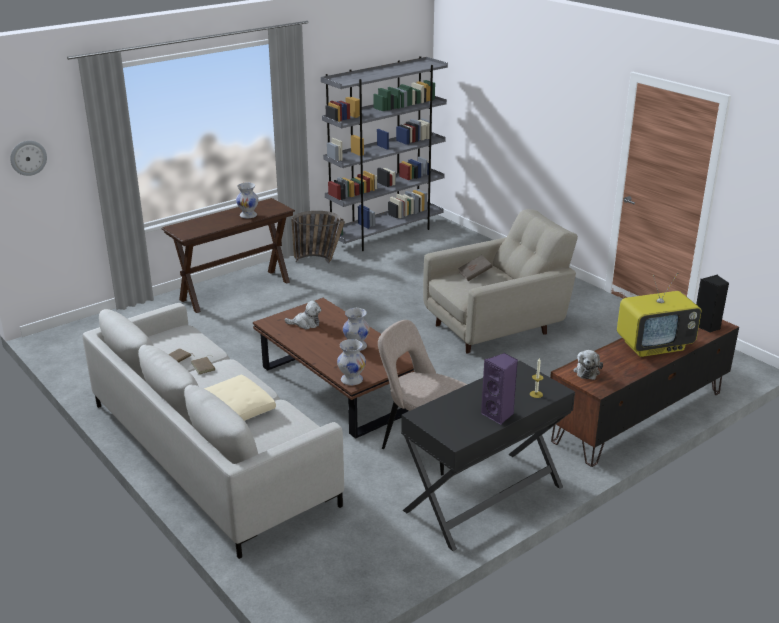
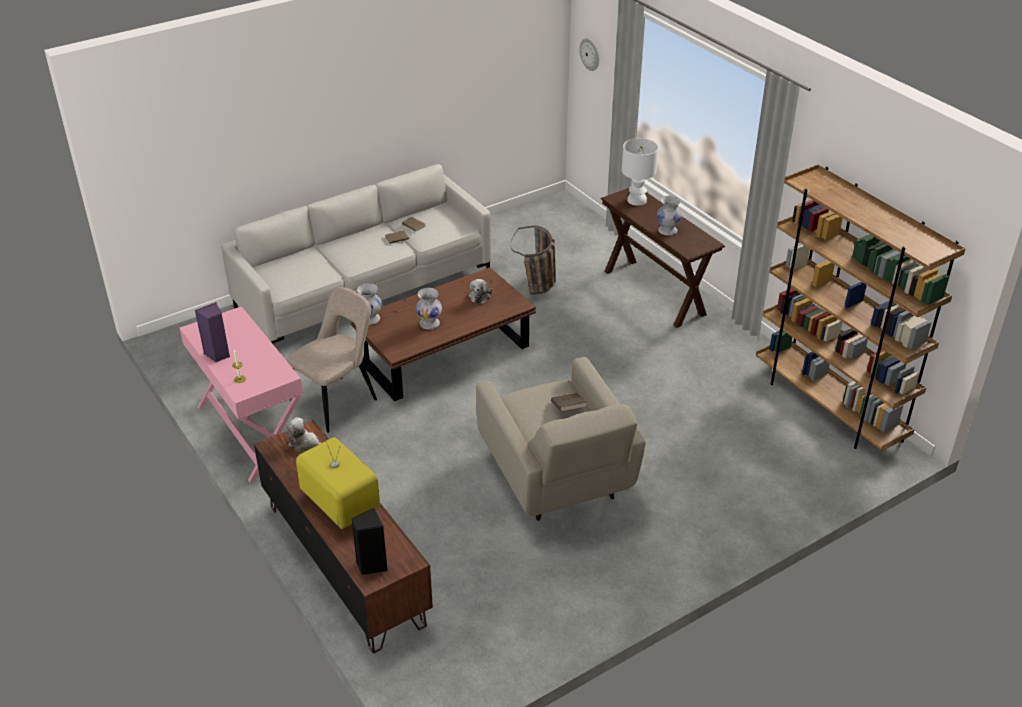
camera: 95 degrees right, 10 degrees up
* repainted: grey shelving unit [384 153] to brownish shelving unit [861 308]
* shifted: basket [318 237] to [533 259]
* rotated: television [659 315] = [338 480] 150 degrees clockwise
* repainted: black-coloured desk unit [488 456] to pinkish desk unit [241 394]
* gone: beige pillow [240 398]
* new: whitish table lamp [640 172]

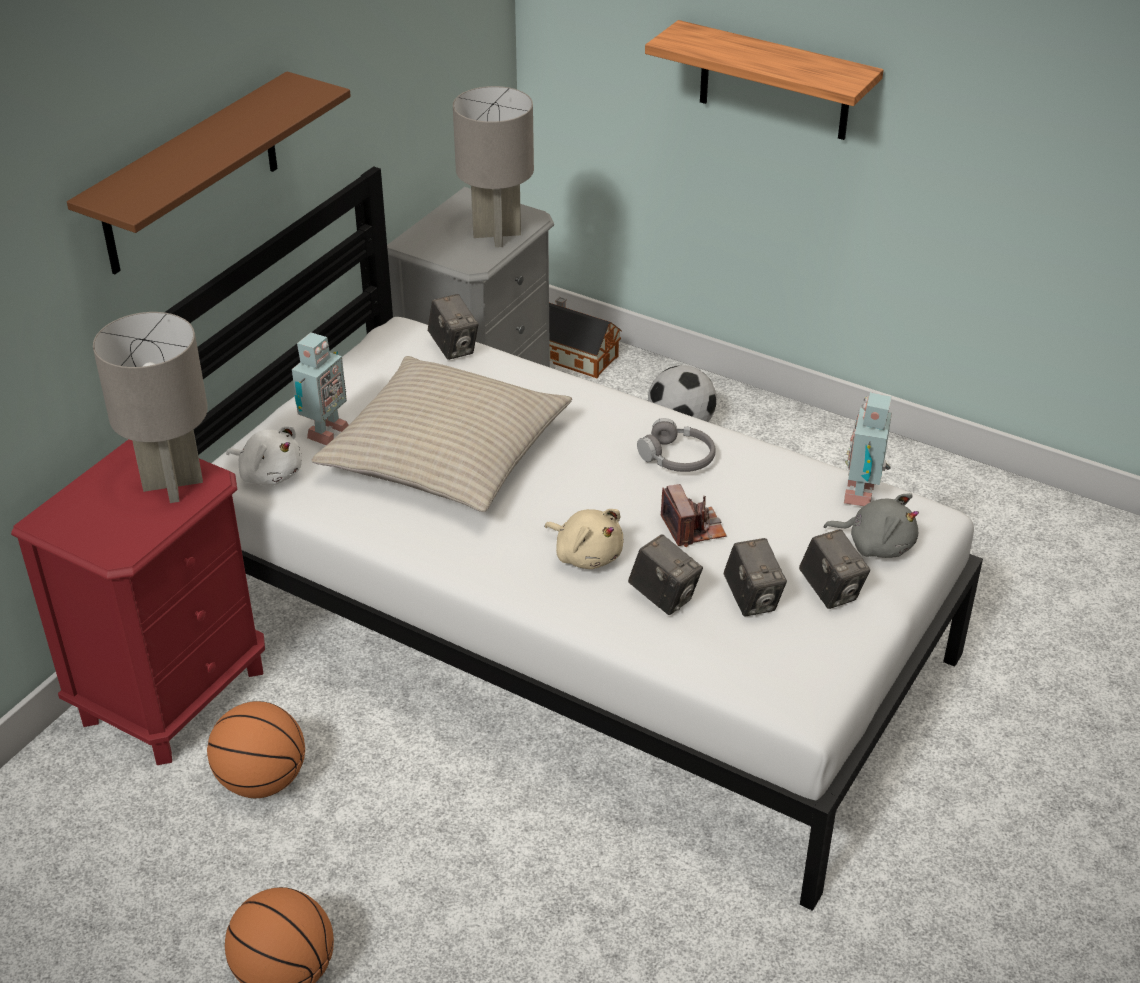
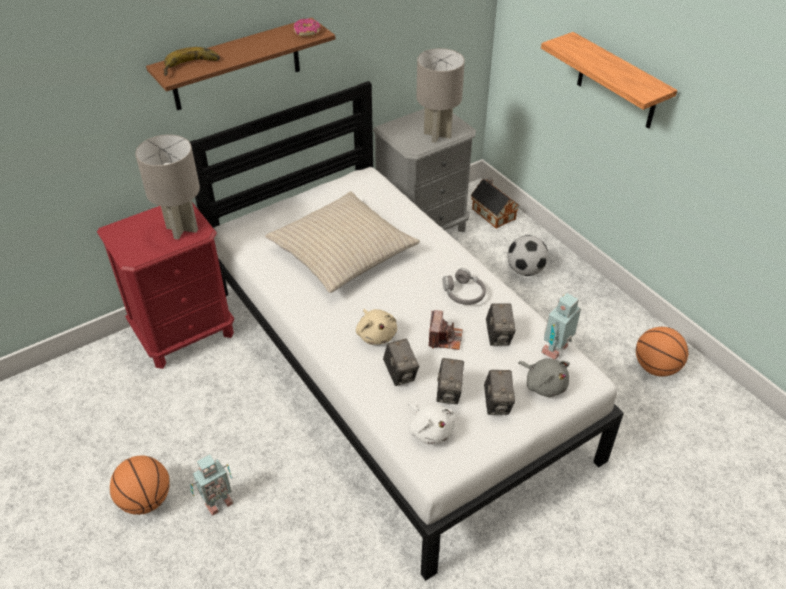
camera: 25 degrees right, 5 degrees up
* shifted: still camera [453 327] to [501 324]
* shifted: toy robot [320 388] to [212 485]
* shifted: whitish soft toy [264 455] to [431 424]
* shifted: ball for basketball [256 749] to [662 352]
* new: donut [307 27]
* new: whole banana [191 61]

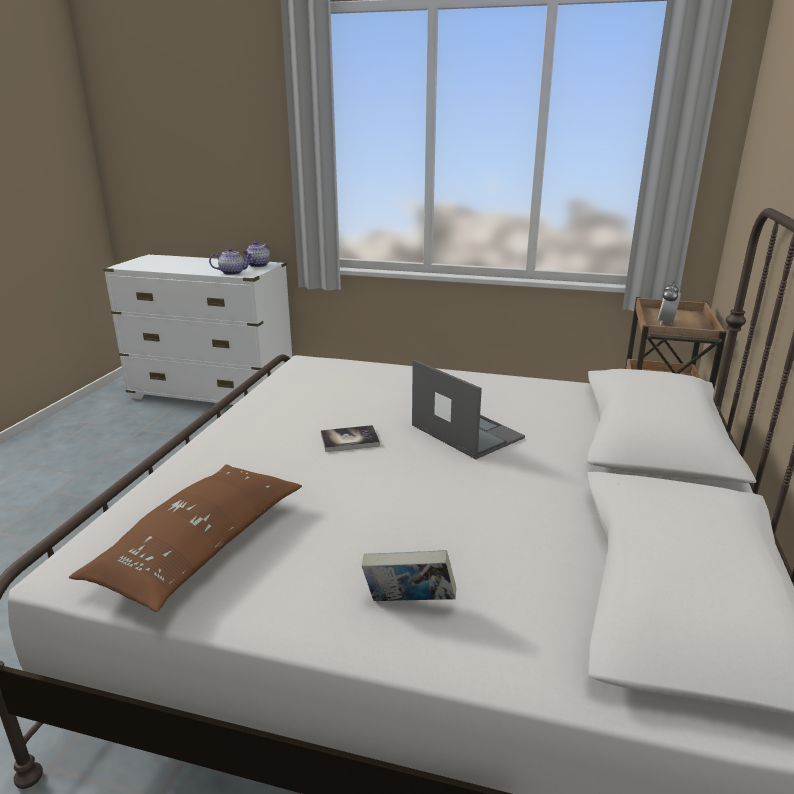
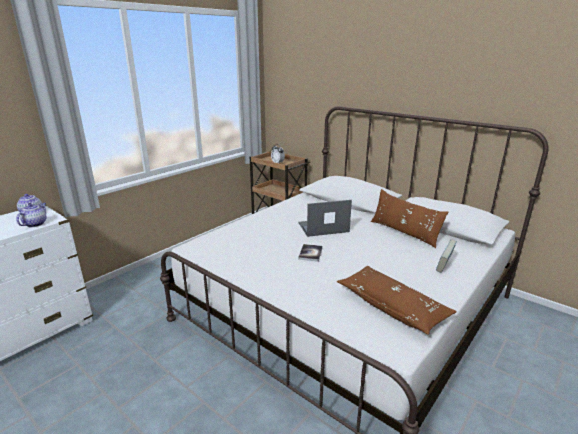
camera: 65 degrees left, 0 degrees up
* new: brownish pillow [409 218]

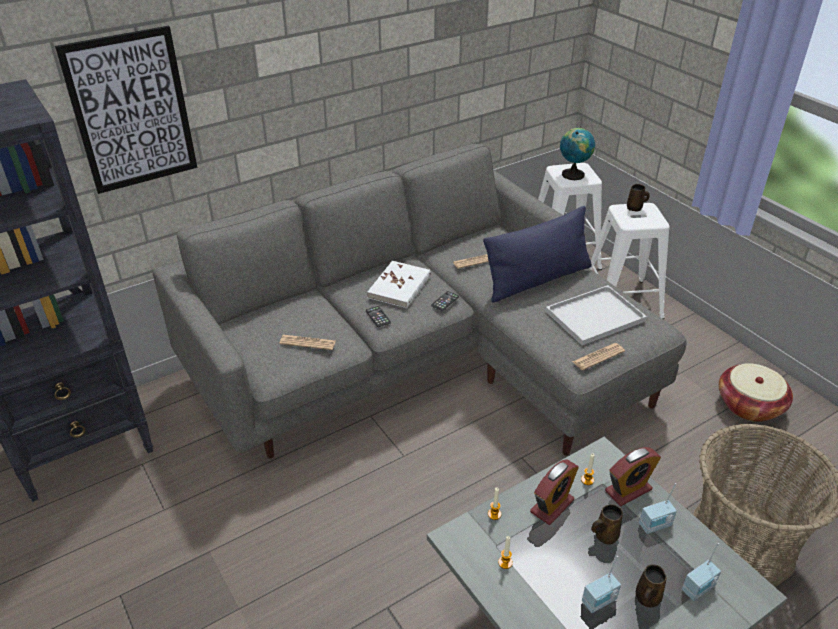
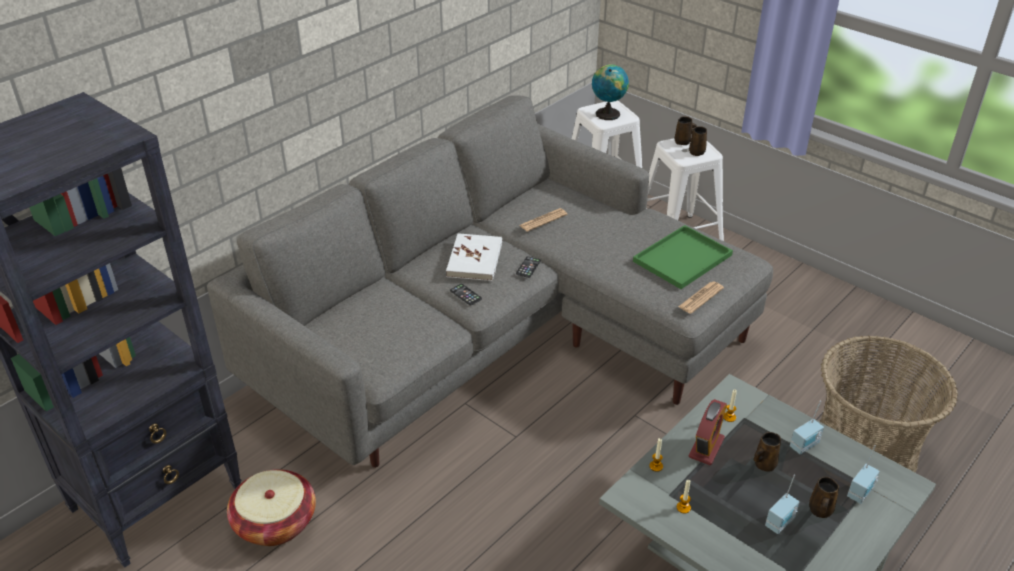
camera: 15 degrees left, 0 degrees up
* gone: wall picture [126 110]
* gone: bluish pillow [537 254]
* repainted: whitish carrying tray [596 315] to greenish carrying tray [683 257]
* gone: newspaper [307 342]
* shifted: basket [756 392] to [271 507]
* gone: bedside clock [633 476]
* new: brownish mug [698 141]

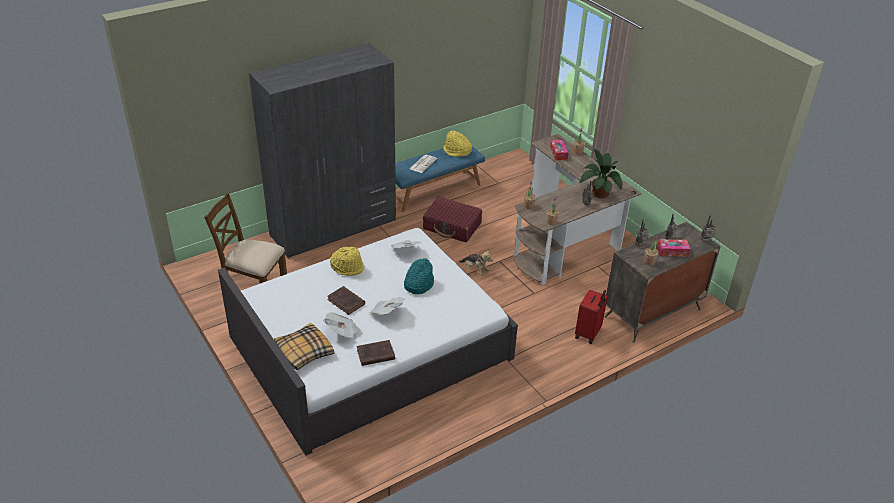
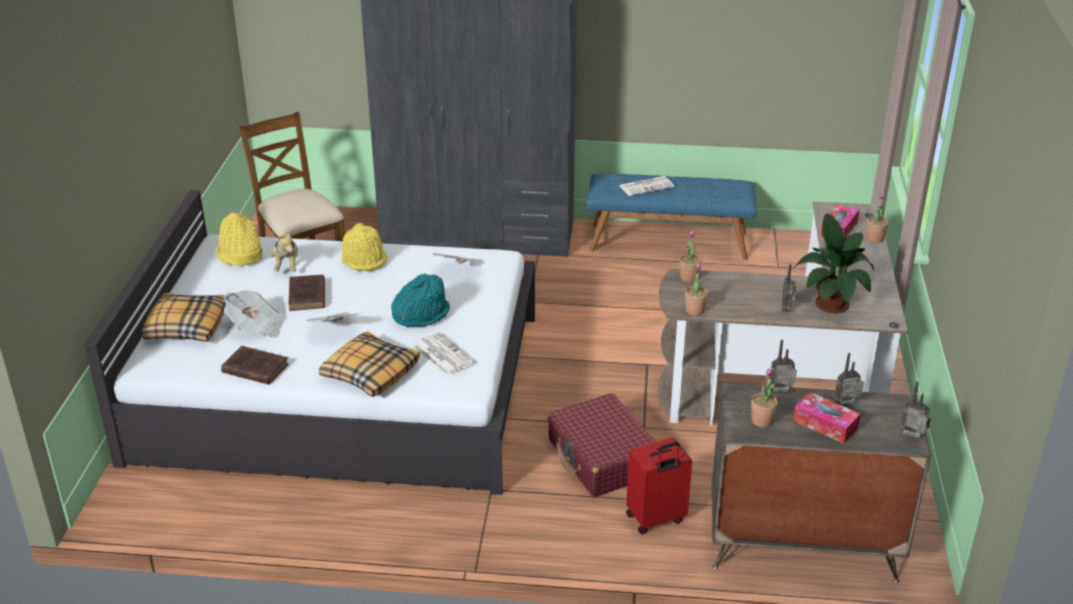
camera: 40 degrees right, 5 degrees down
* shifted: yellow-coloured hat [457 143] to [239 239]
* shifted: red-coloured piece of luggage [452 219] to [602 445]
* shifted: soft toy [476 262] to [283 251]
* new: pillow [369 364]
* new: newspaper [443 353]

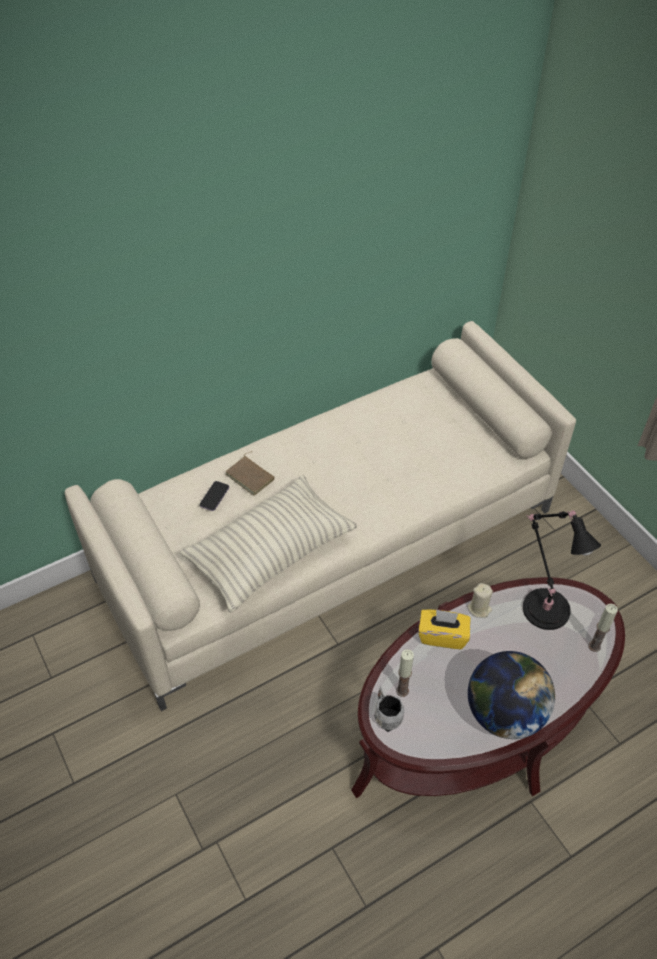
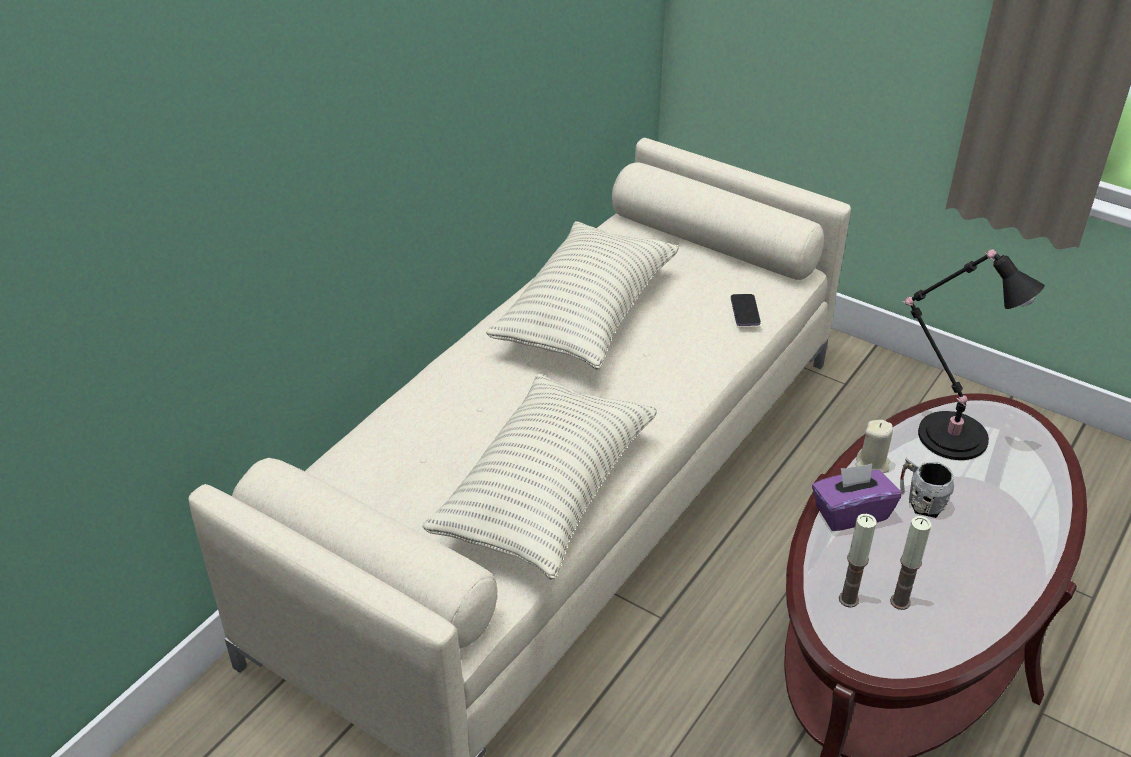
camera: 25 degrees left, 10 degrees down
* gone: brownish volume [249 473]
* shifted: telephone [214 496] to [746 310]
* shifted: wax candle [603 628] to [910 563]
* repainted: yellow-coloured tissue holder [444 629] to purple-coloured tissue holder [856 497]
* gone: world globe [511 695]
* shifted: grey mug [389 709] to [927 488]
* new: pillow [582 295]

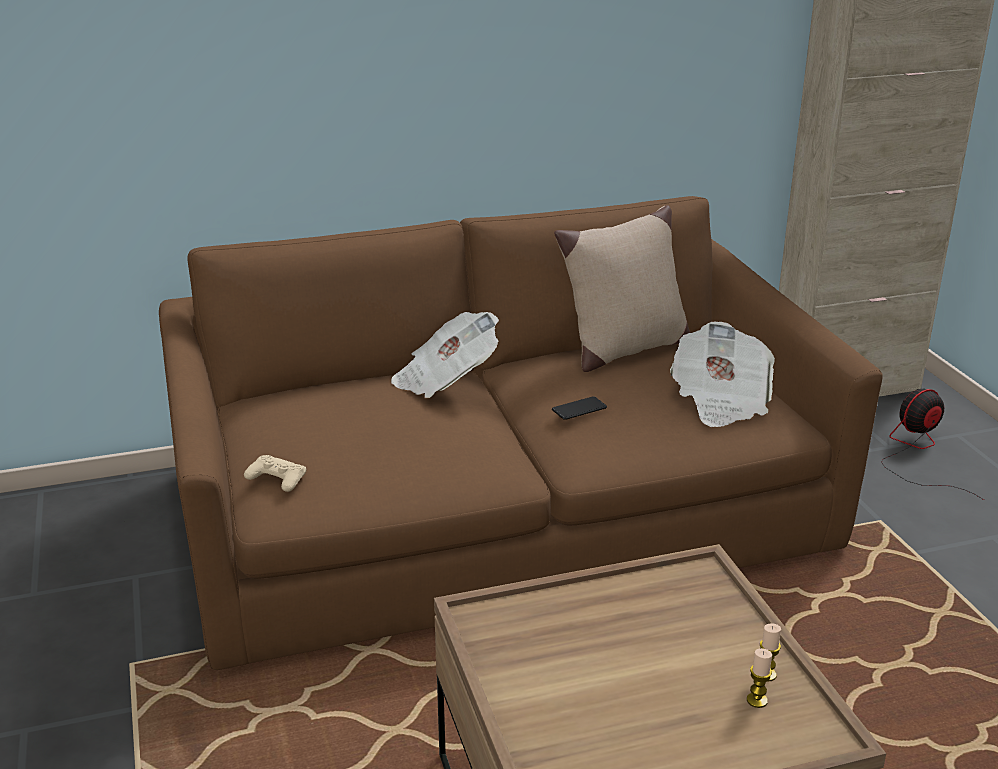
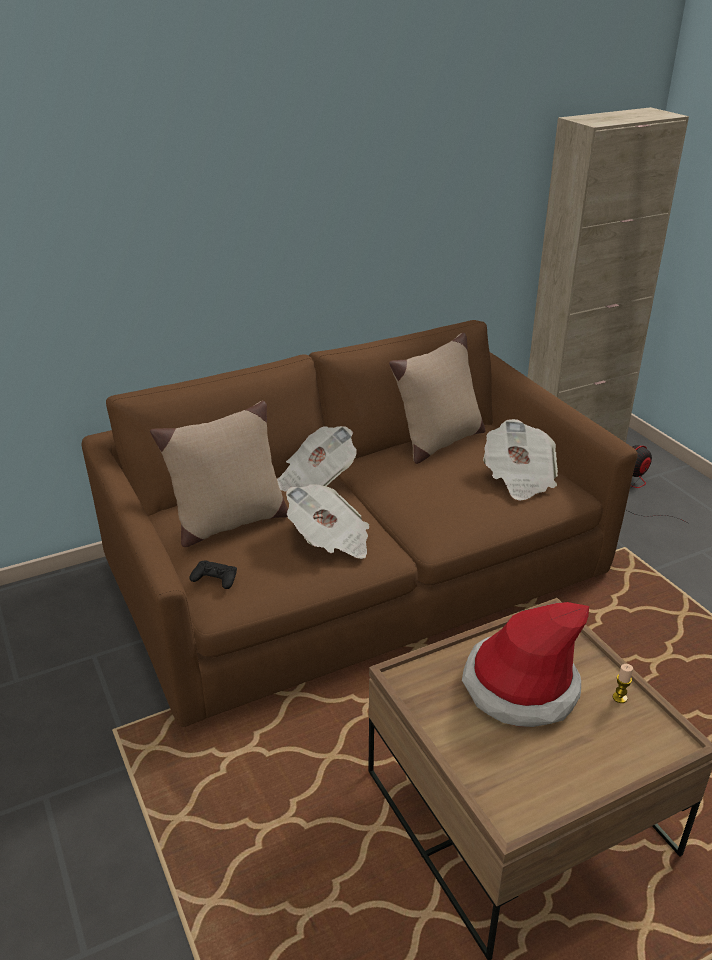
camera: 10 degrees left, 5 degrees up
* gone: telephone [579 408]
* repainted: beige game controller [275 473] to black-coloured game controller [213 575]
* gone: wax candle [759 678]
* new: beige pillow [219 474]
* new: newspaper [327 521]
* new: hat [525 664]

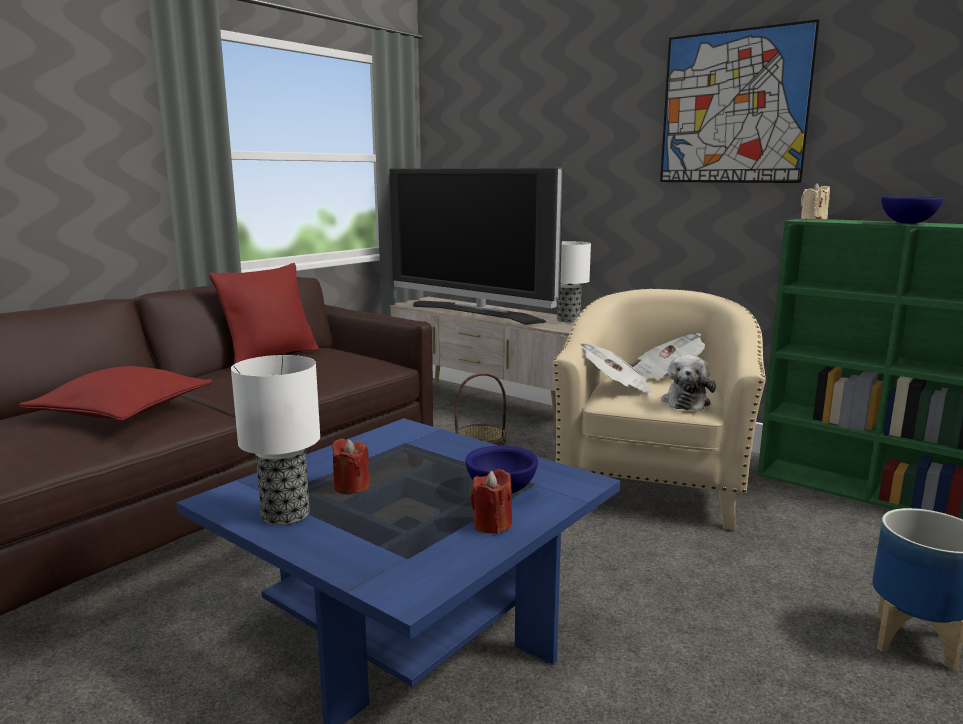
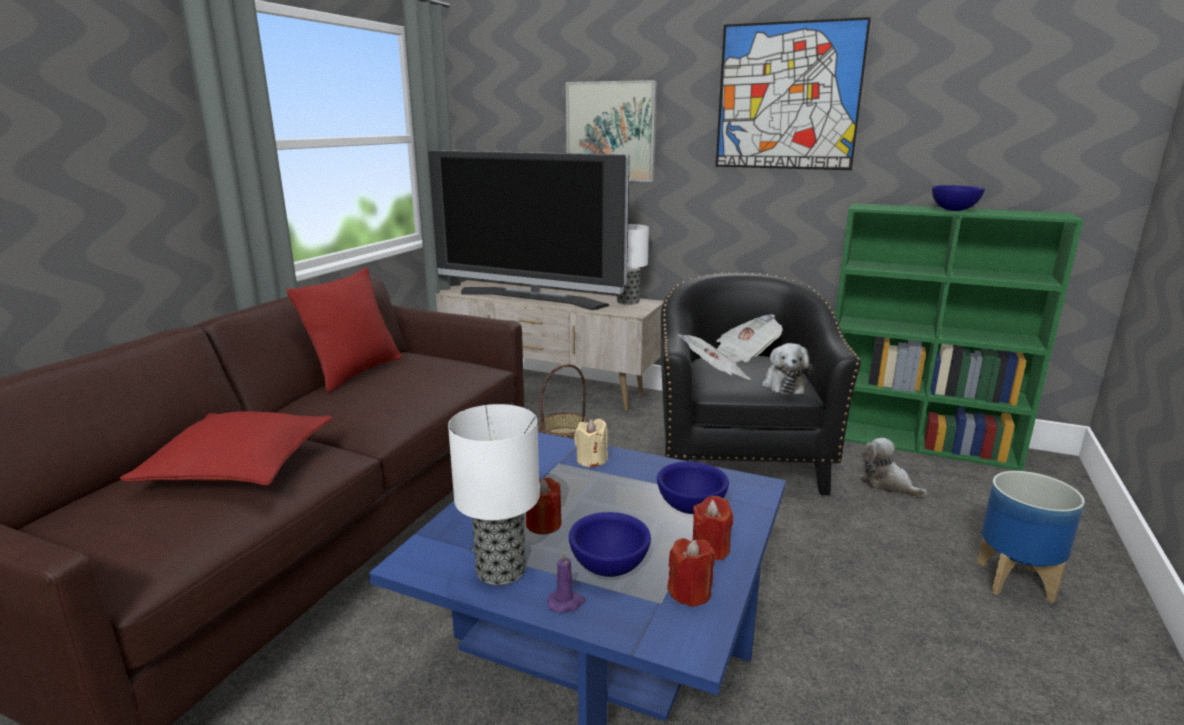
camera: 15 degrees left, 5 degrees up
* shifted: beige wax candle [815 201] to [591 443]
* repainted: beige lounge chair [659 409] to black-coloured lounge chair [761 384]
* new: wall picture [611 131]
* new: soft toy [893 468]
* new: bluish bowl [610 544]
* new: red-coloured wax candle [691 572]
* new: purple-coloured wax candle [566 581]

